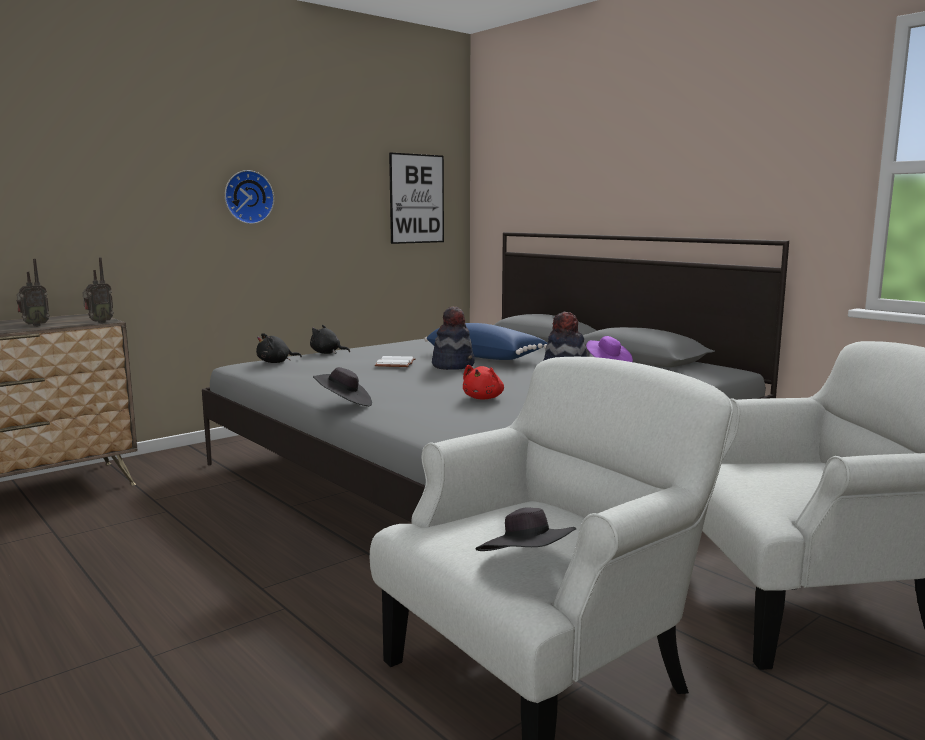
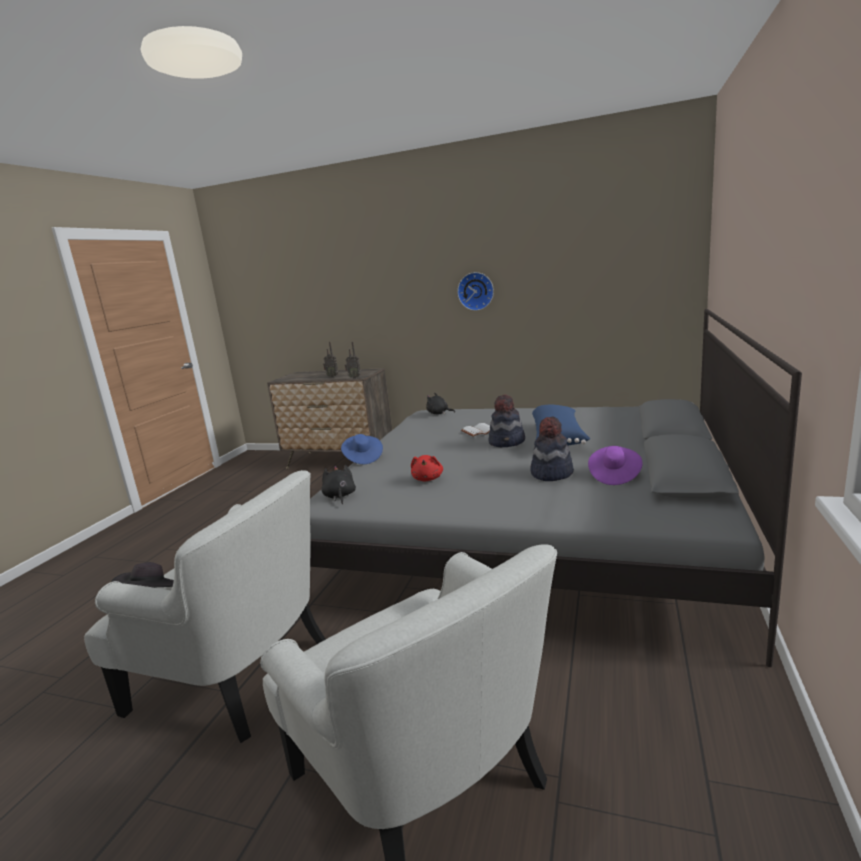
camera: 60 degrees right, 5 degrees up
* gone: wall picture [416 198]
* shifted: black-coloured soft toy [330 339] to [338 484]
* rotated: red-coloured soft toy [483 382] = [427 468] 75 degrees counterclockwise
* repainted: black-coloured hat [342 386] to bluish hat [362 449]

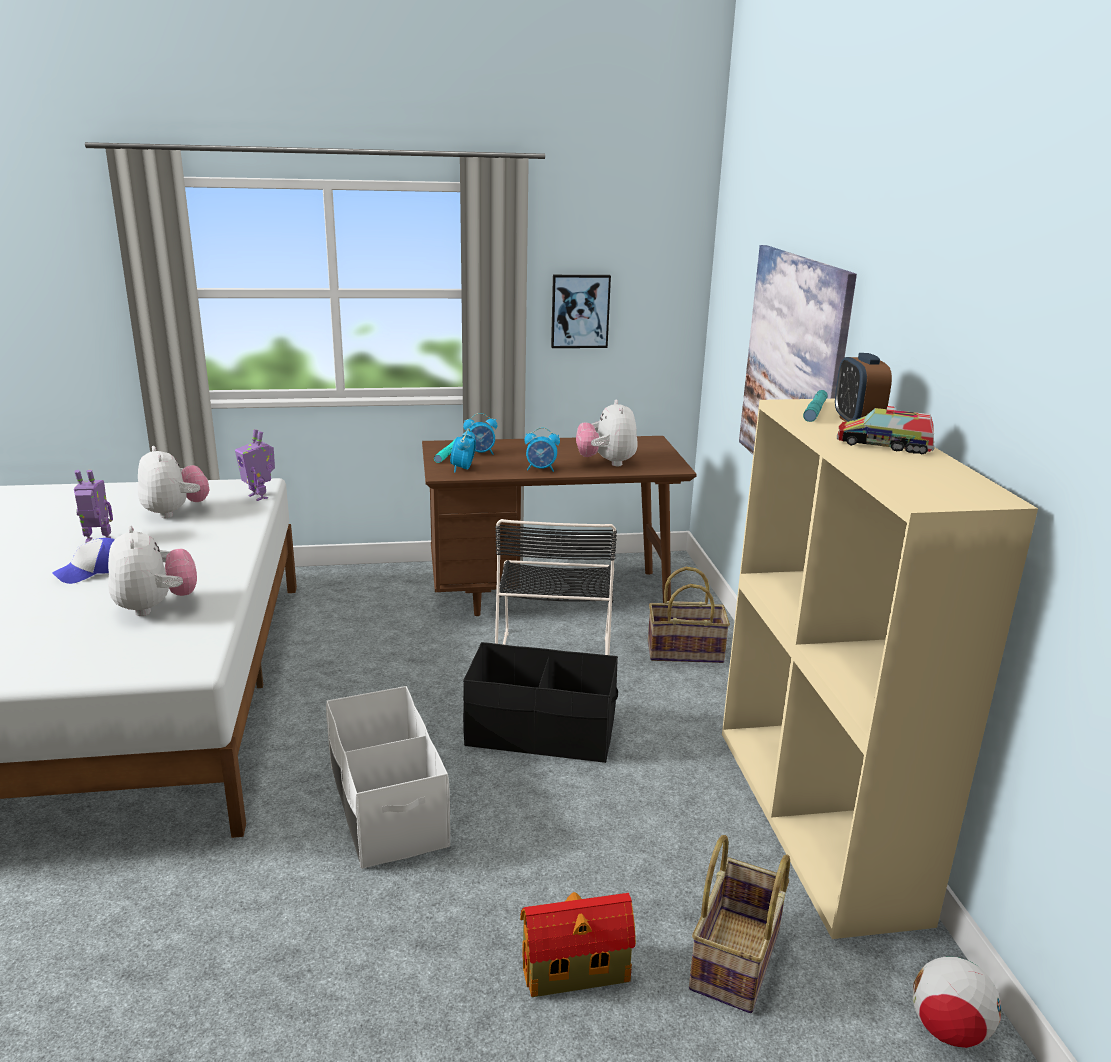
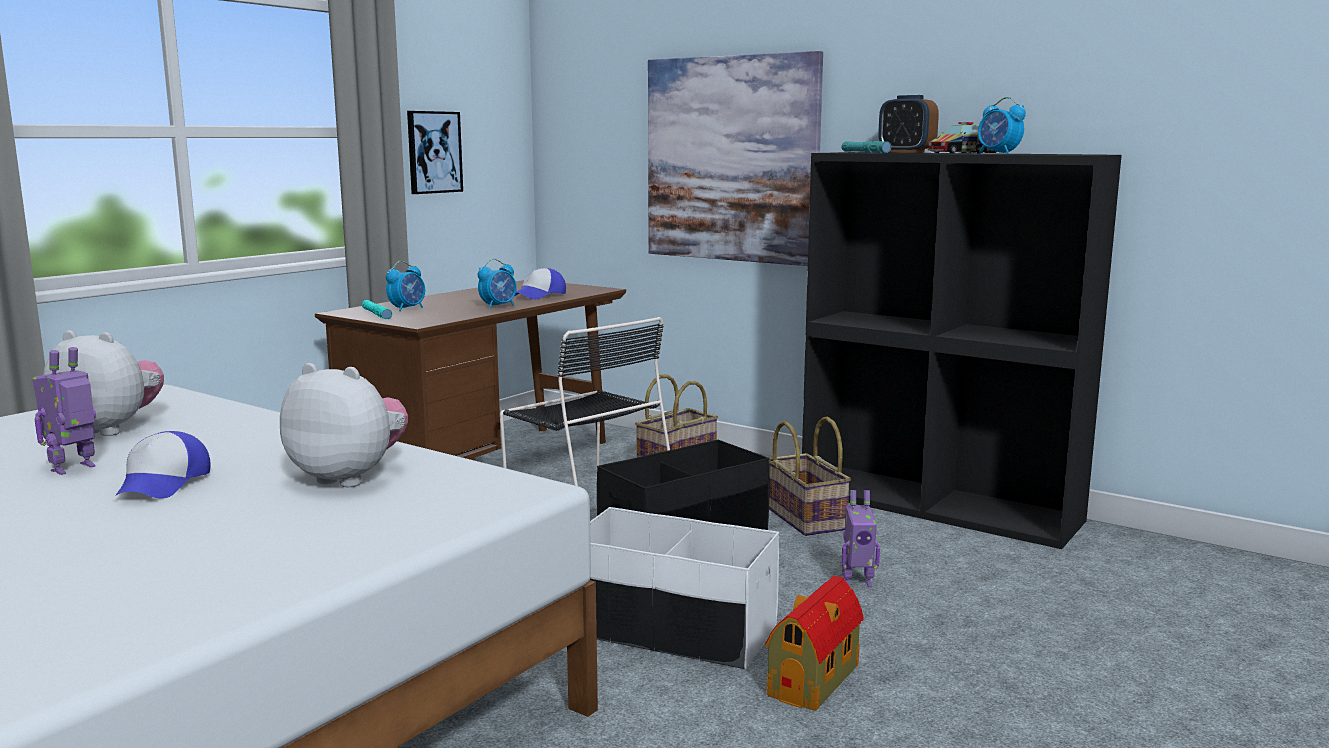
camera: 45 degrees left, 10 degrees down
* swapped: soft toy [607 432] to cap [540 283]
* repainted: beige shelving unit [880 669] to black-coloured shelving unit [962 350]
* shifted: bedside clock [463 450] to [1002 125]
* shifted: toy robot [255 465] to [861 538]
* shifted: basket [739 924] to [810 476]
* shifted: miniature house [578 944] to [814 643]
* gone: ball for football [957 1002]

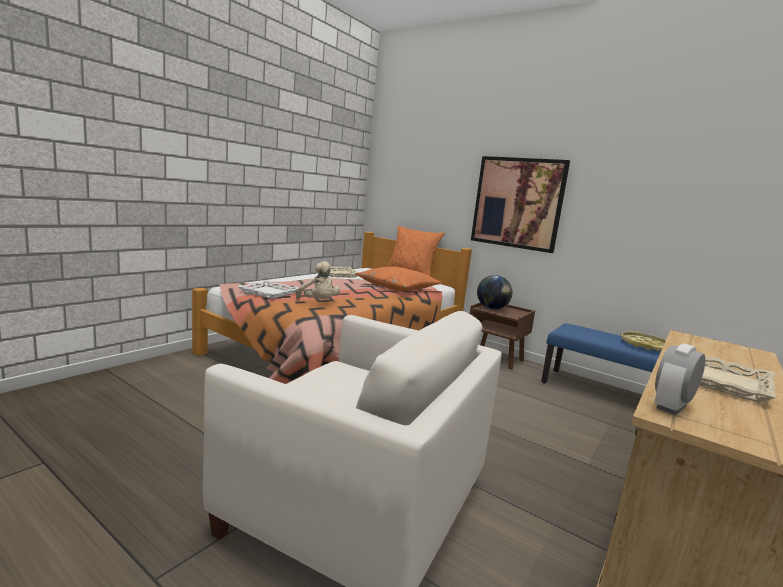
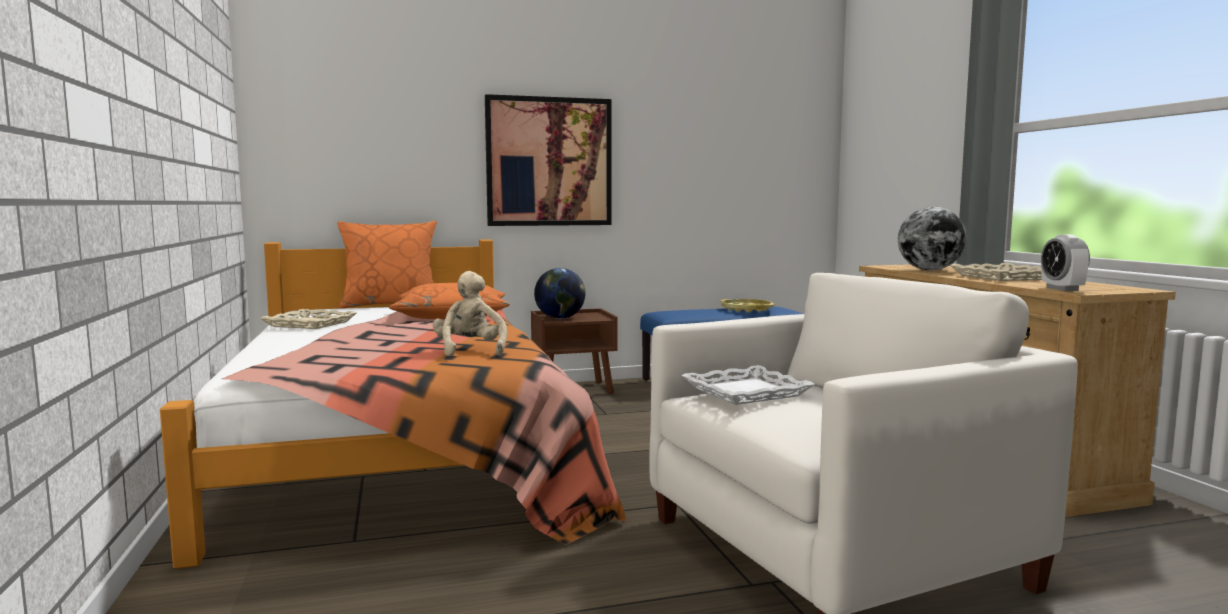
camera: 50 degrees left, 5 degrees down
* rotated: beige soft toy [318 280] = [470 314] 105 degrees counterclockwise
* shifted: whitish carrying tray [268 289] to [748 385]
* new: world globe [932 238]

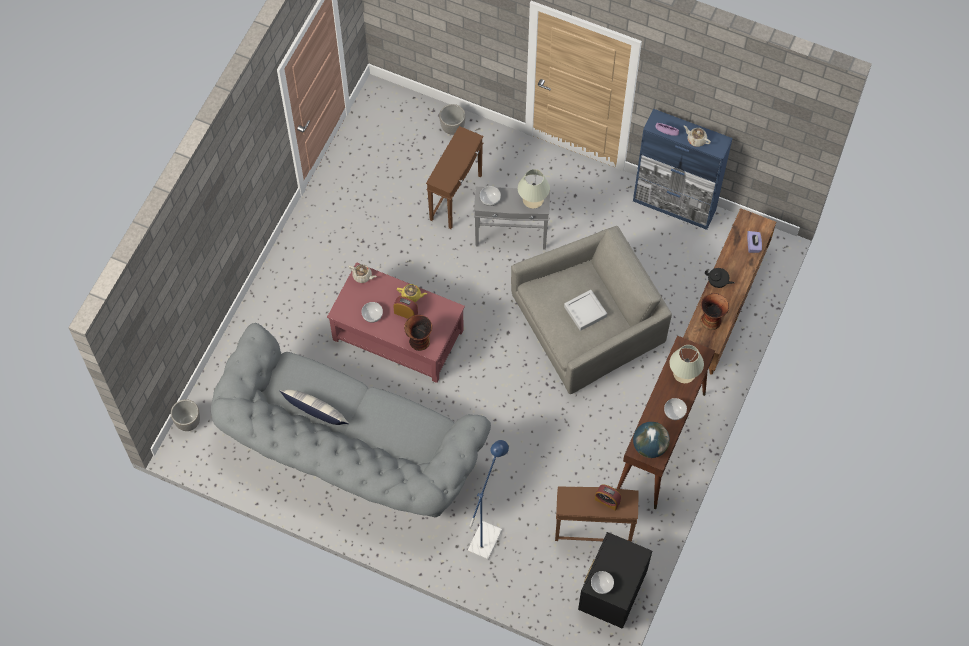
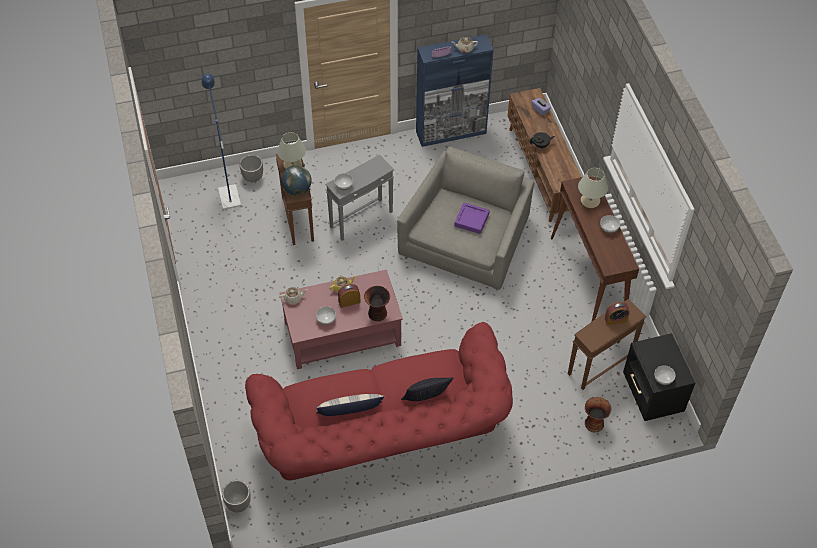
camera: 40 degrees left, 10 degrees down
* shifted: beige table lamp [534 189] to [291 150]
* repainted: grey carrying tray [585 310] to purple-coloured carrying tray [472 218]
* shifted: decorative vase [715 311] to [598 414]
* repainted: grey sofa [351 420] to red-coloured sofa [379 401]
* shifted: world globe [651 440] to [296 180]
* shifted: bluish standing lamp [488 500] to [221 142]
* new: pillow [427 389]

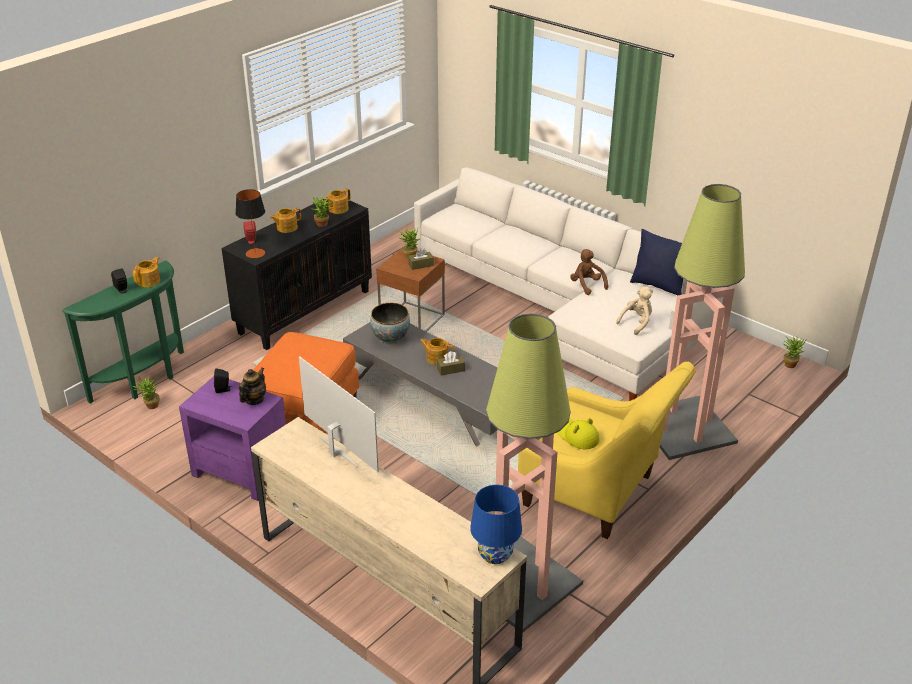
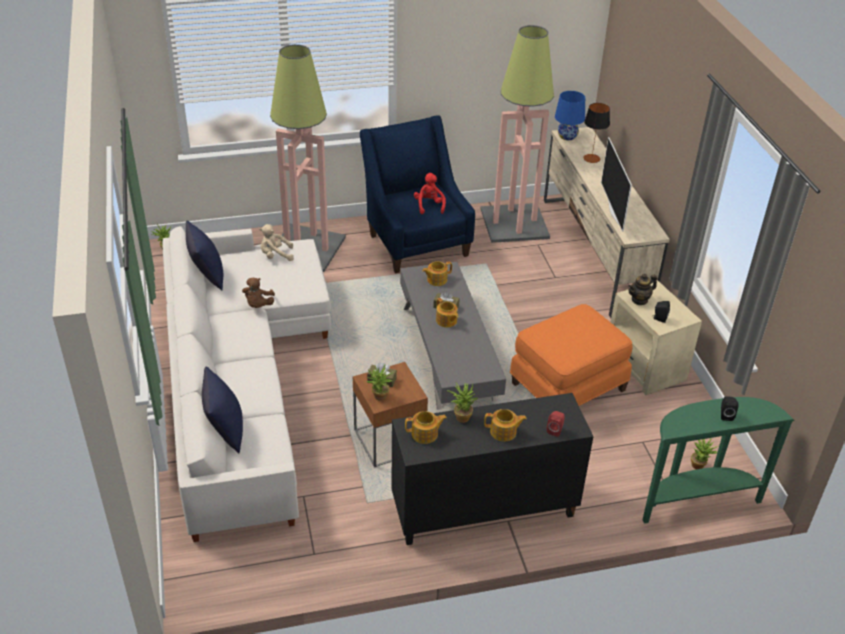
camera: 145 degrees left, 5 degrees up
* shifted: table lamp [250 223] to [596 133]
* shifted: pot for tea [146 272] to [437 273]
* gone: bowl [390 323]
* repainted: yellow-coloured lounge chair [607 450] to bluish lounge chair [417 194]
* repainted: purple-coloured accent table [232 438] to beige accent table [656 337]
* swapped: yellow-coloured hat [578 433] to red-coloured soft toy [430 193]
* new: bluish pillow [222 409]

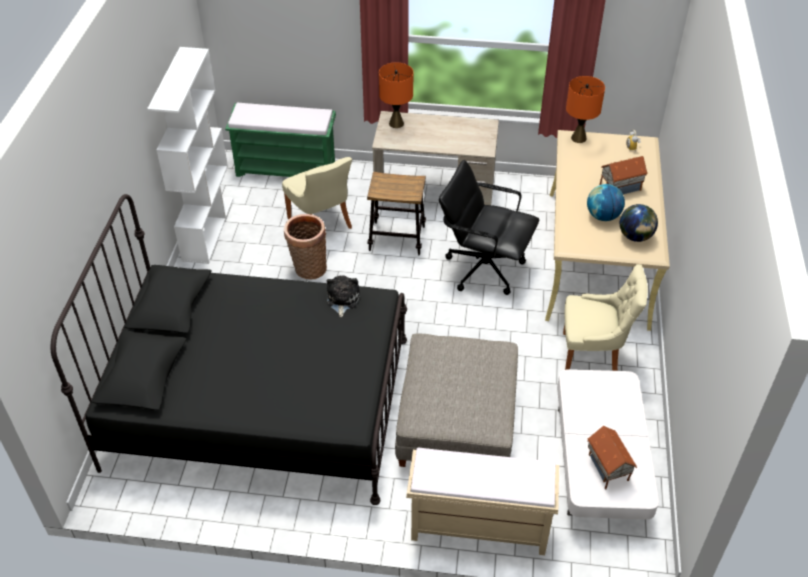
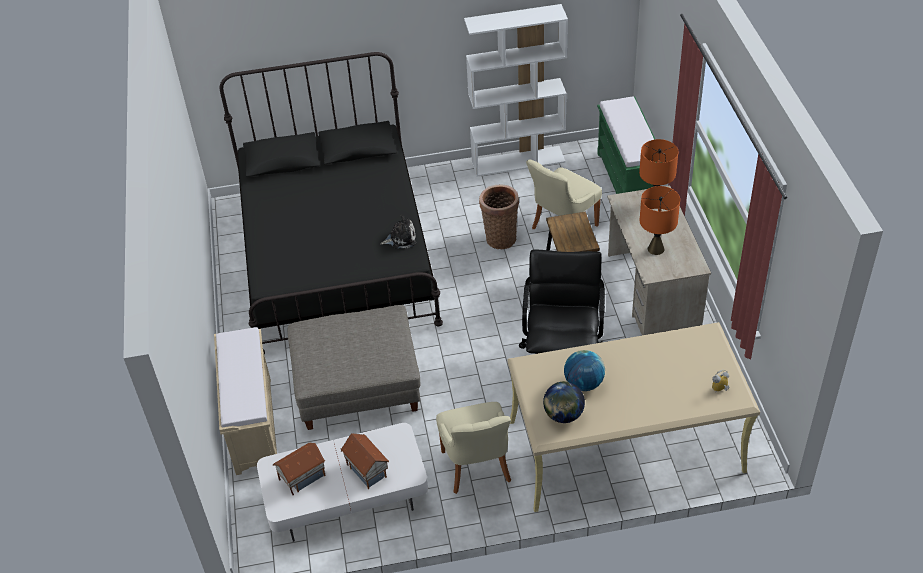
camera: 75 degrees right, 0 degrees up
* shifted: orange table lamp [585 109] to [660 220]
* shifted: miniature house [624 175] to [365 461]

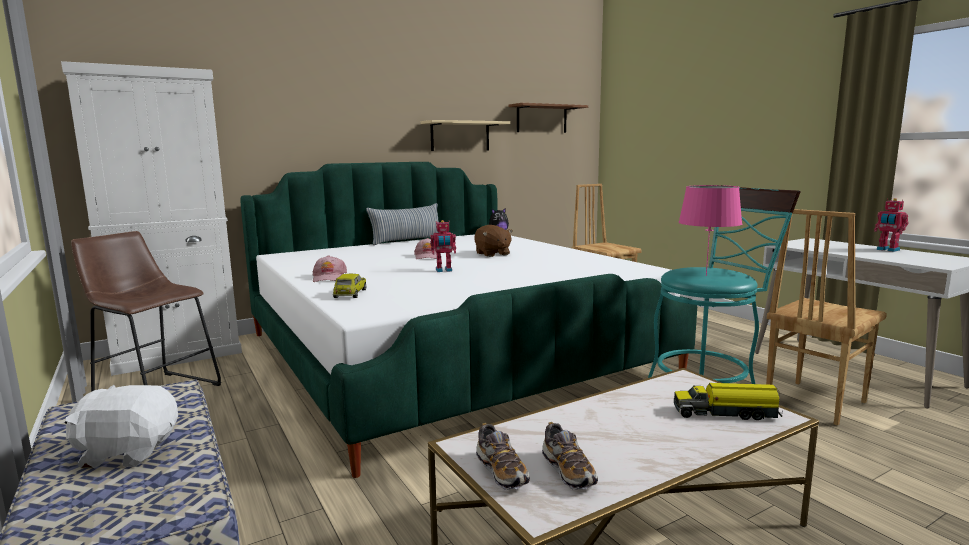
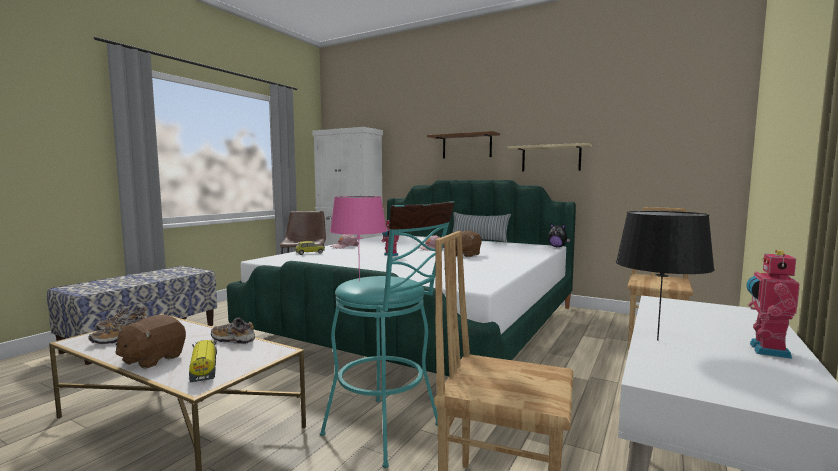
camera: 60 degrees right, 5 degrees down
* shifted: brownish bracket shelf [548 118] to [463 145]
* gone: whitish soft toy [121 426]
* new: black-coloured table lamp [665 276]
* new: brownish soft toy [150 341]
* new: item of footwear [233 331]

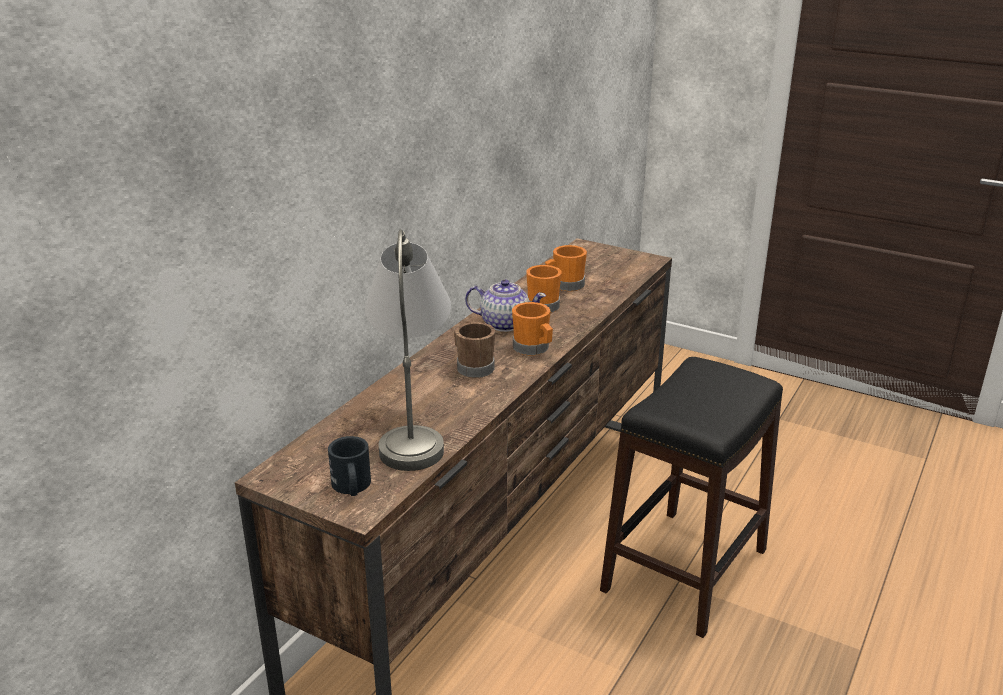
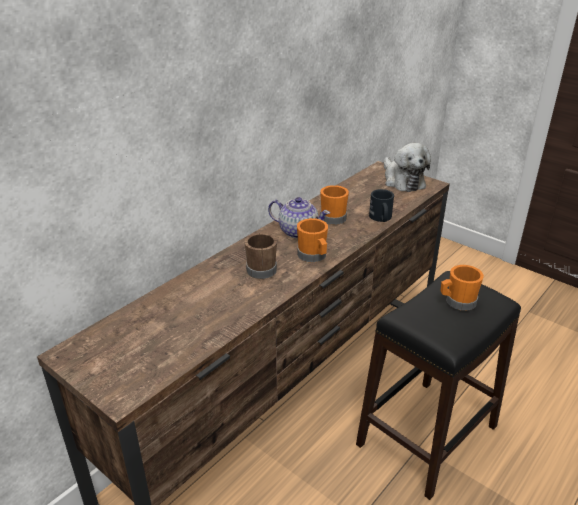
camera: 10 degrees right, 5 degrees up
* gone: grey table lamp [408 350]
* shifted: orange mug [566 268] to [462 288]
* shifted: black-coloured mug [349 466] to [381 205]
* new: soft toy [407 167]

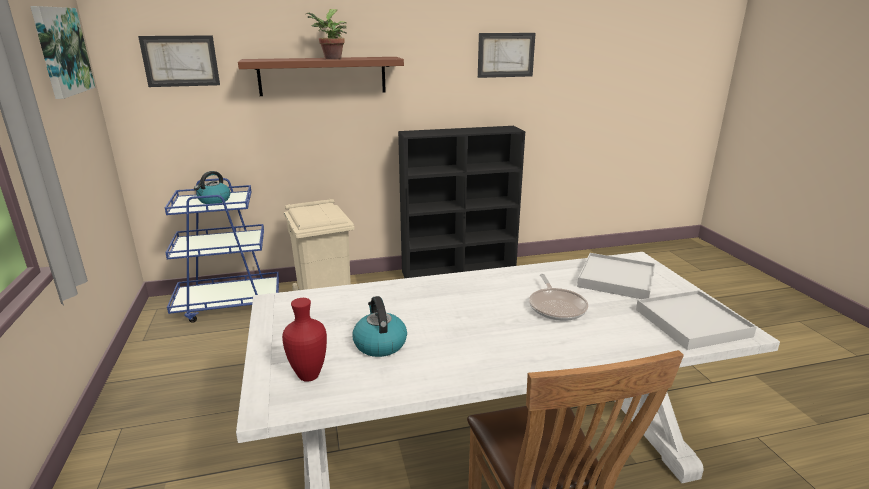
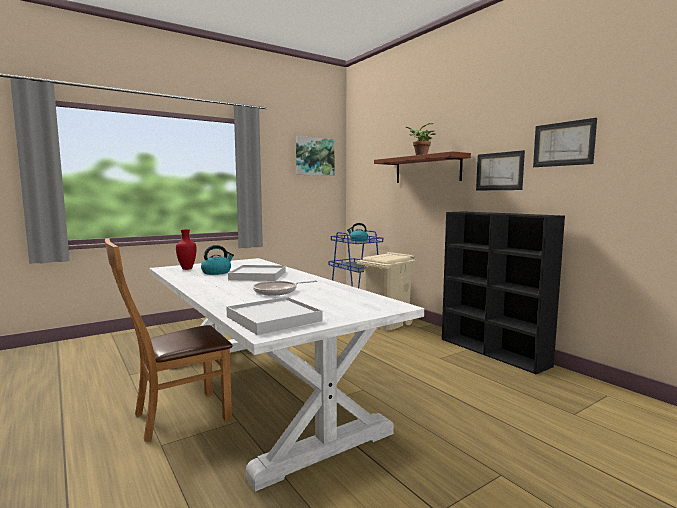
camera: 70 degrees right, 15 degrees down
* shifted: wall picture [179 61] to [500 170]
* shifted: whitish carrying tray [616 276] to [257 273]

